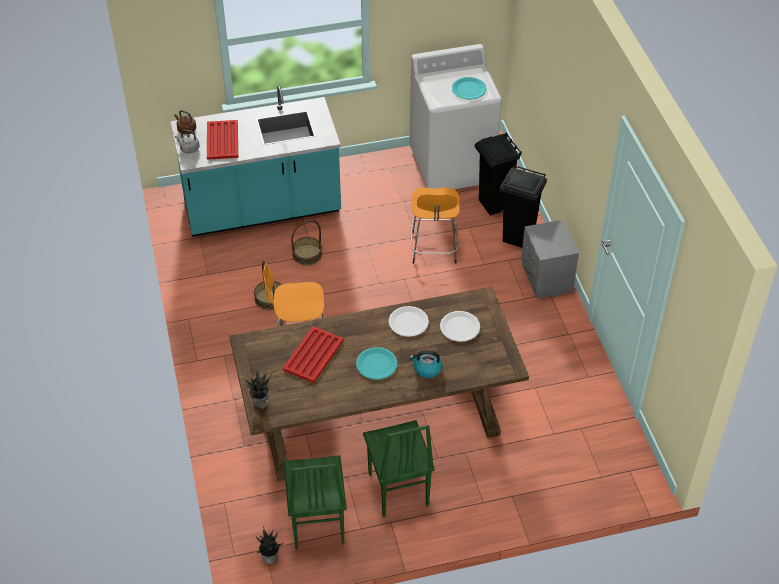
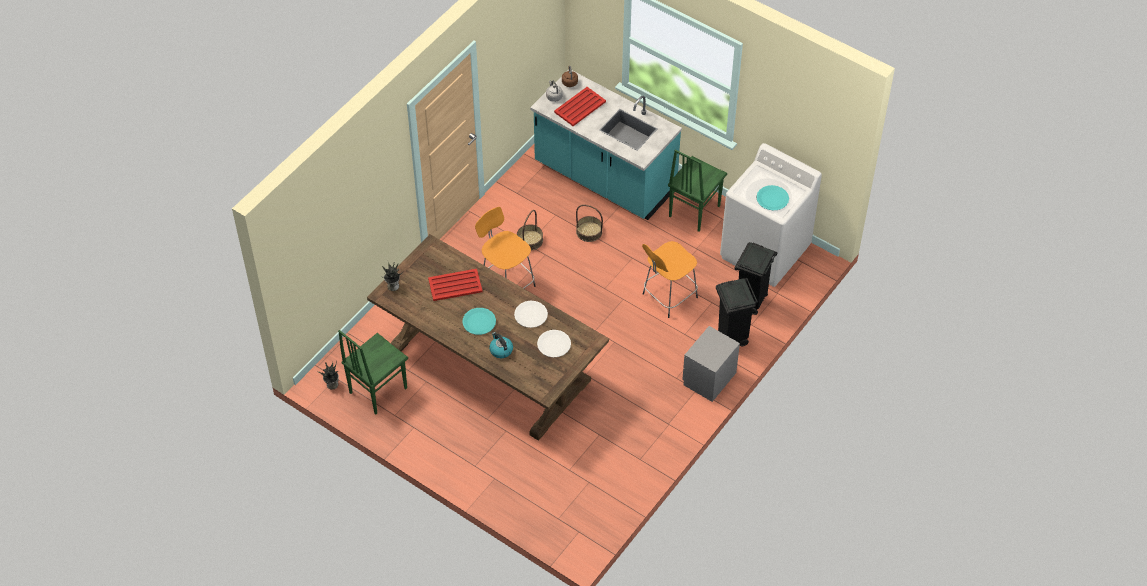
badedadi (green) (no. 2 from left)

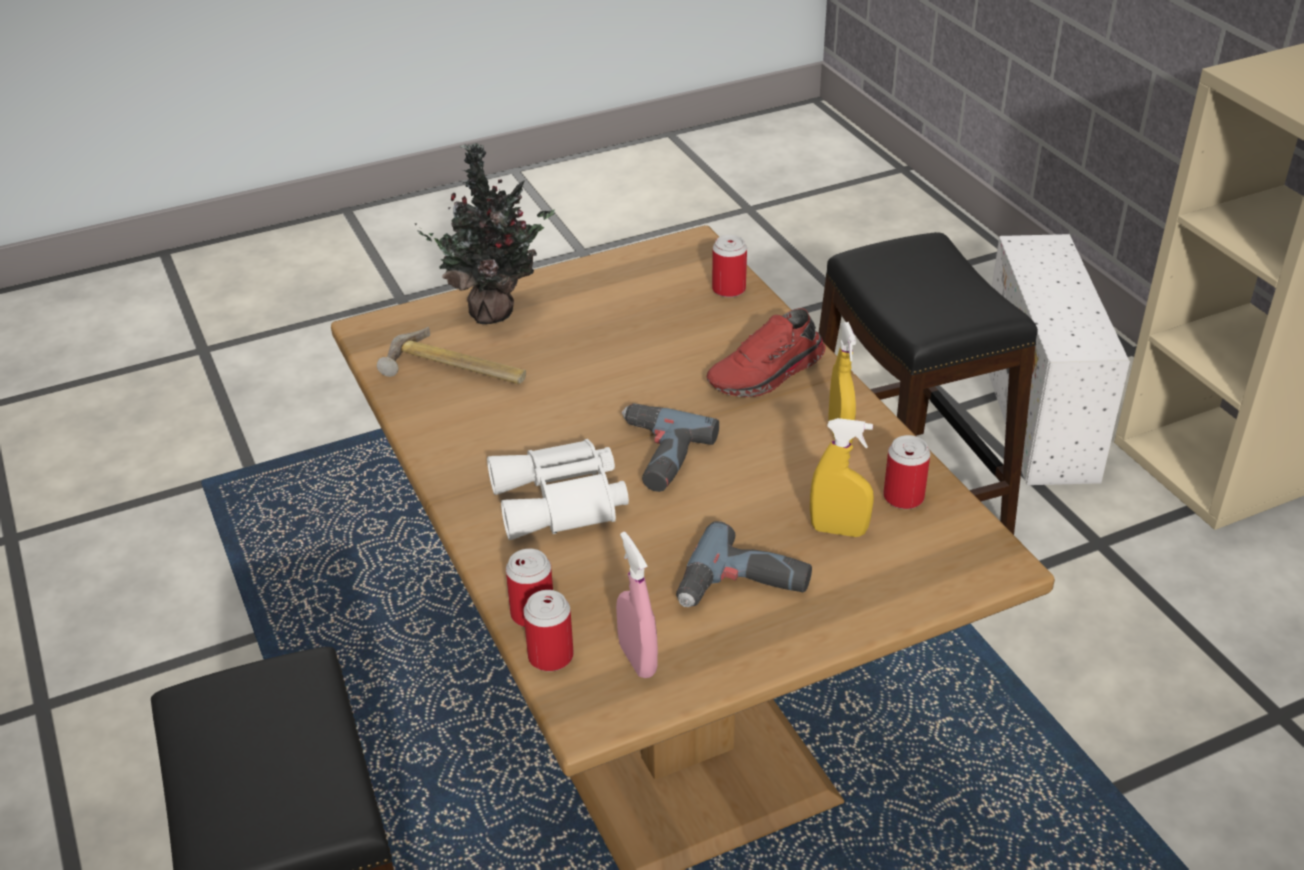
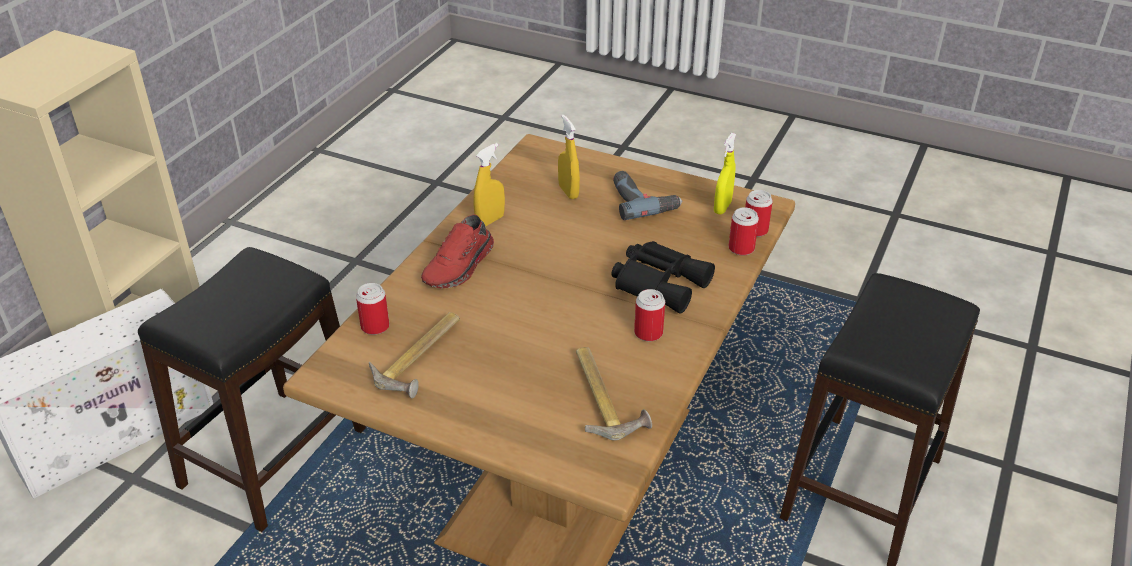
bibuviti
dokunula (no. 1 from left in the first image)
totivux (no. 1 from left)
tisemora (no. 2 from left)
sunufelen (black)
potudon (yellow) (no. 3 from left)
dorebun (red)

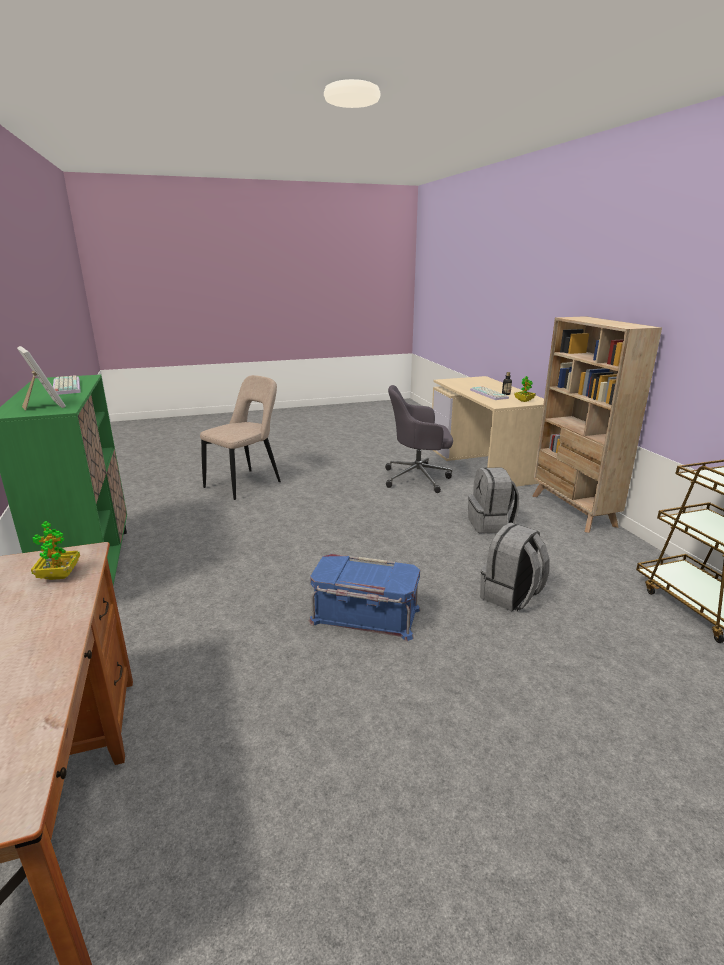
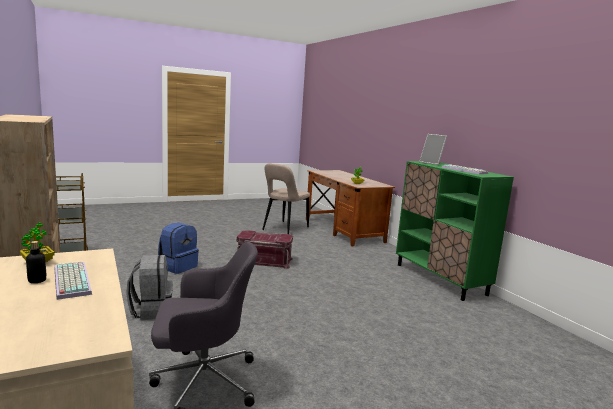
badedadi (beige)
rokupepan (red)
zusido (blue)

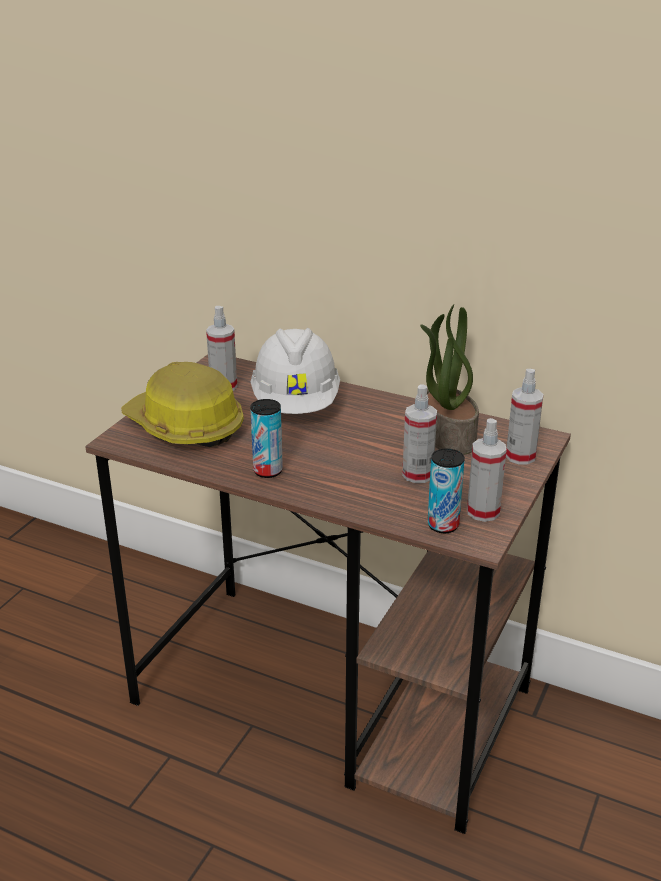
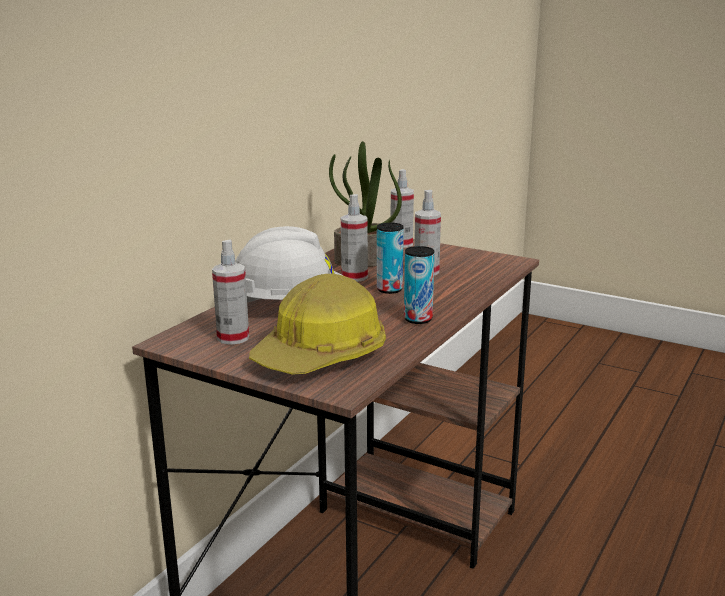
tisemora (no. 1 from left)
potudon (no. 2 from left)

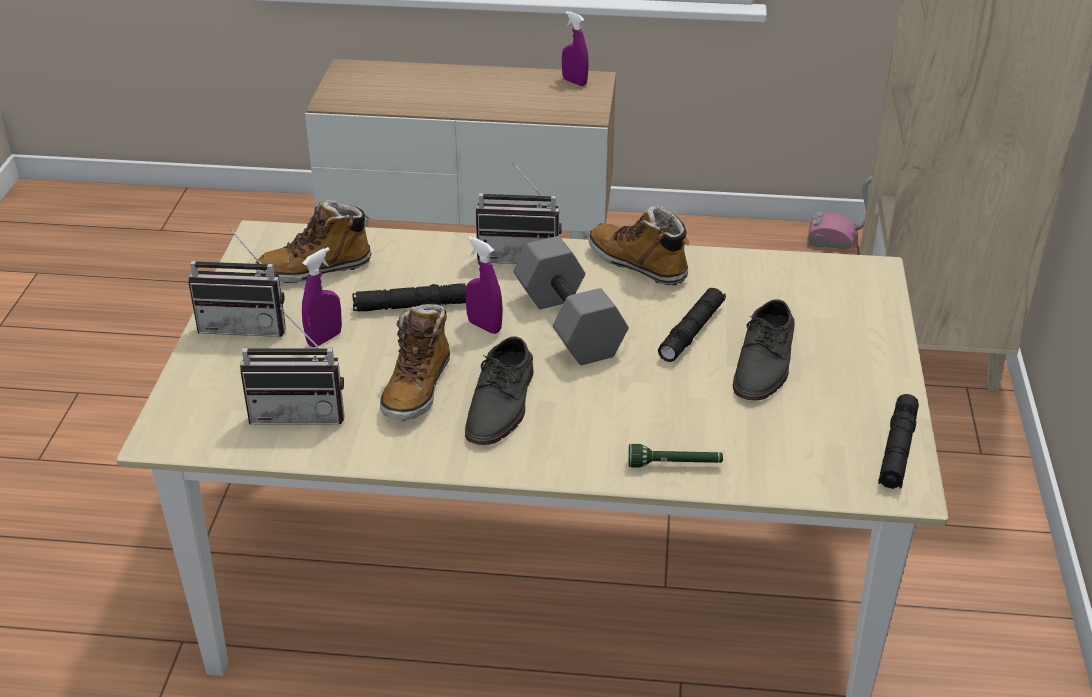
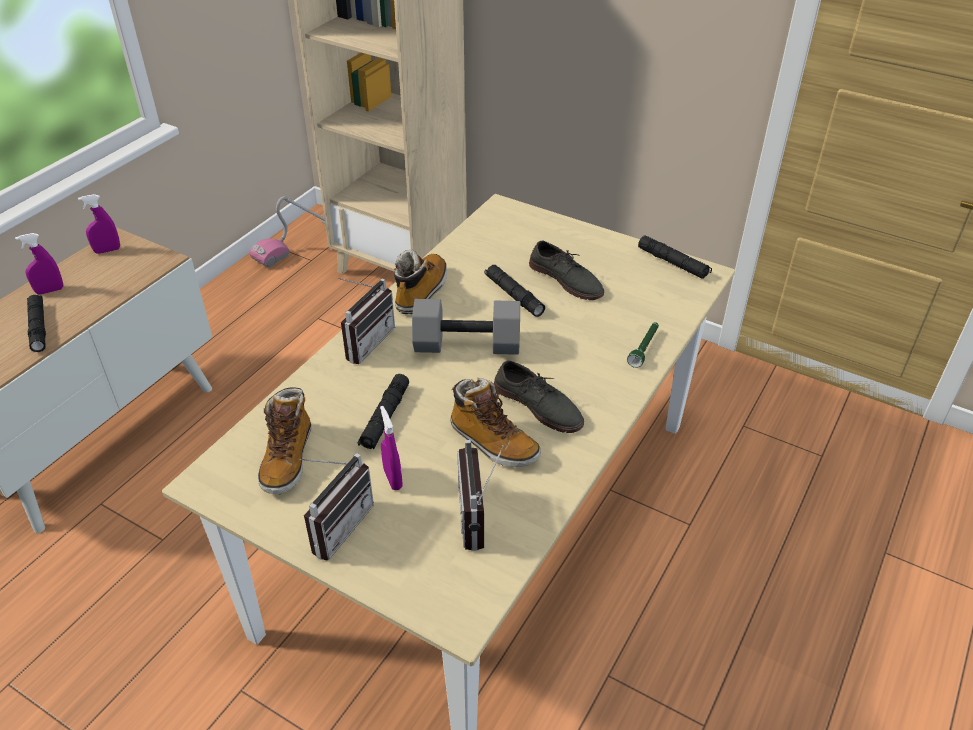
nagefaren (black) (no. 1 from left)
potudon (purple) (no. 1 from left)
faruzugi (no. 3 from left)
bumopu (no. 2 from left)

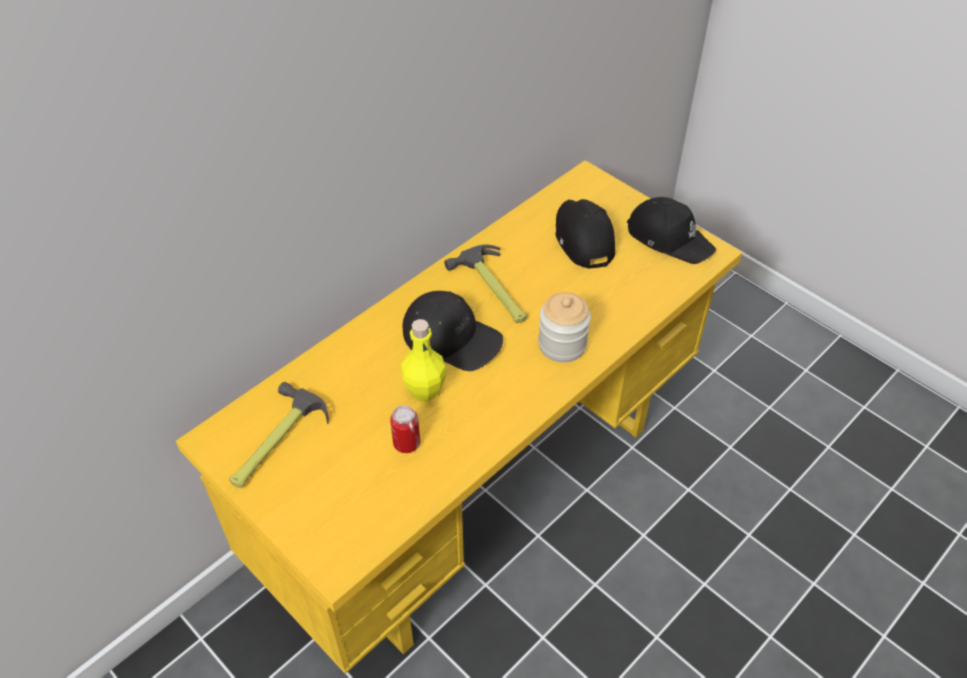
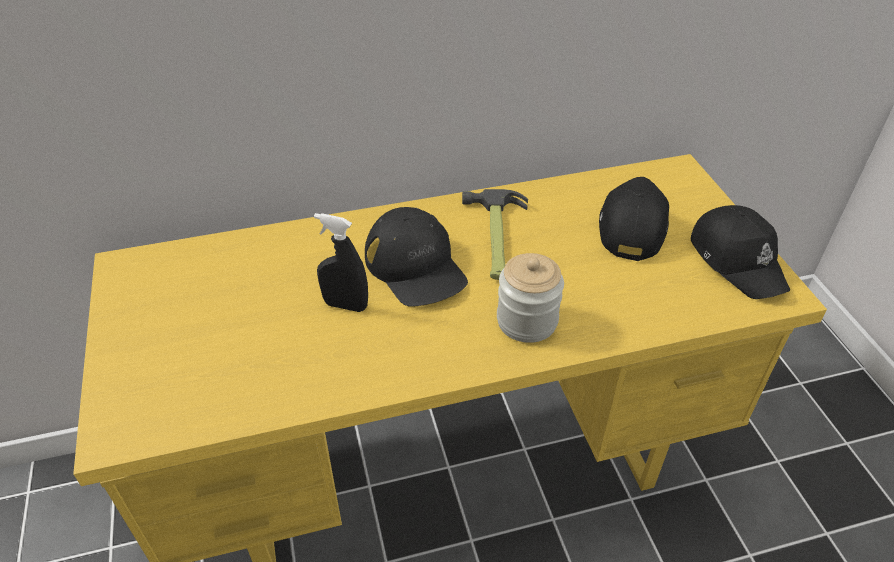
totivux (no. 1 from left in the first image)
tisemora
potudon (black)

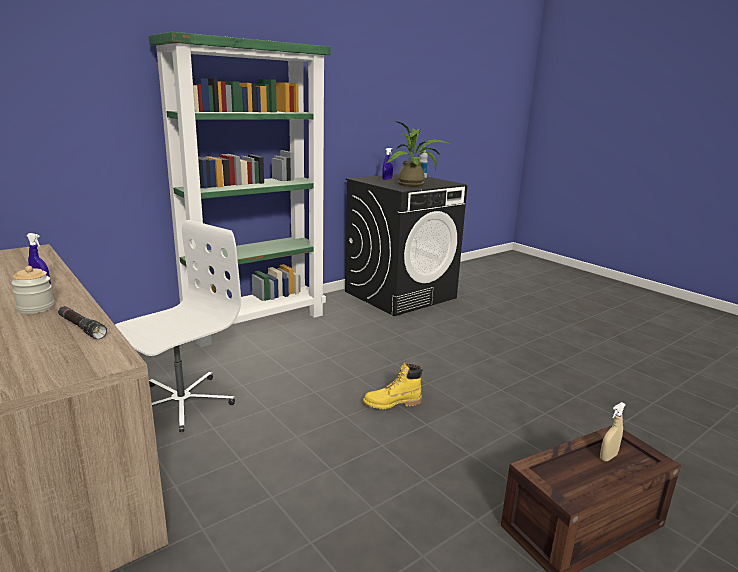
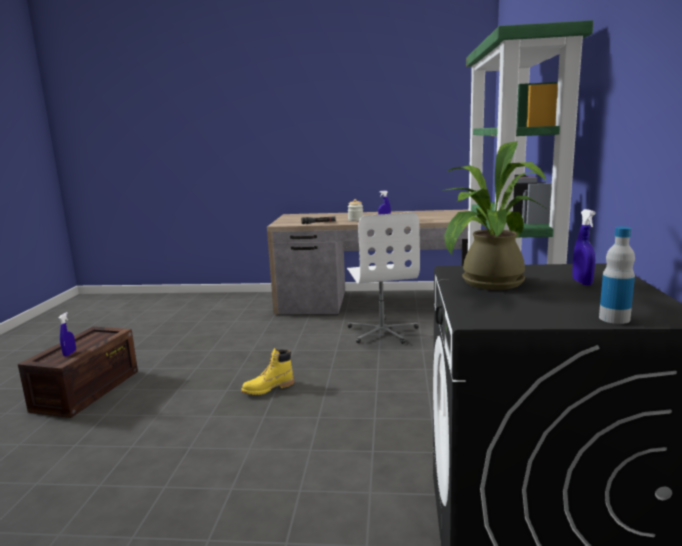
potudon (blue) (no. 1 from left)
bumopu (yellow)

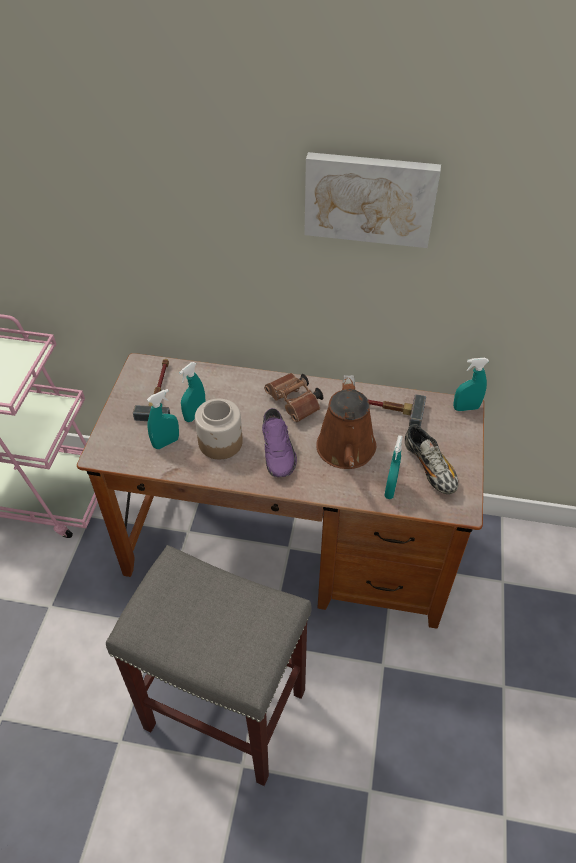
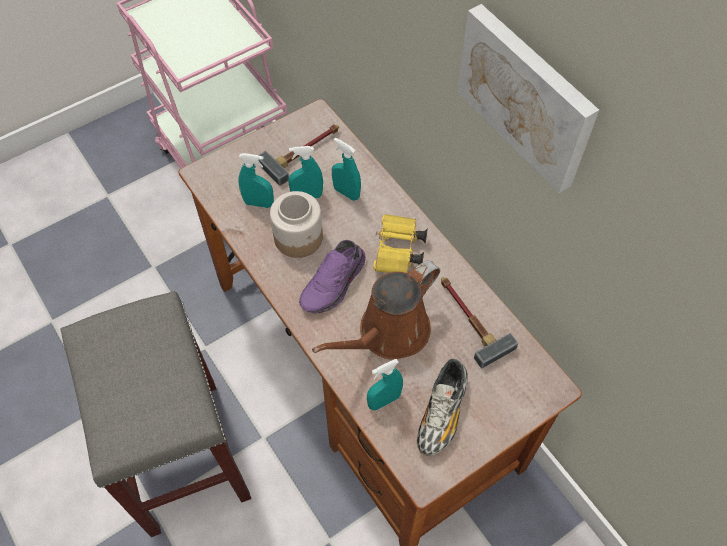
potudon (turquoise) (no. 3 from left)
sunufelen (yellow)

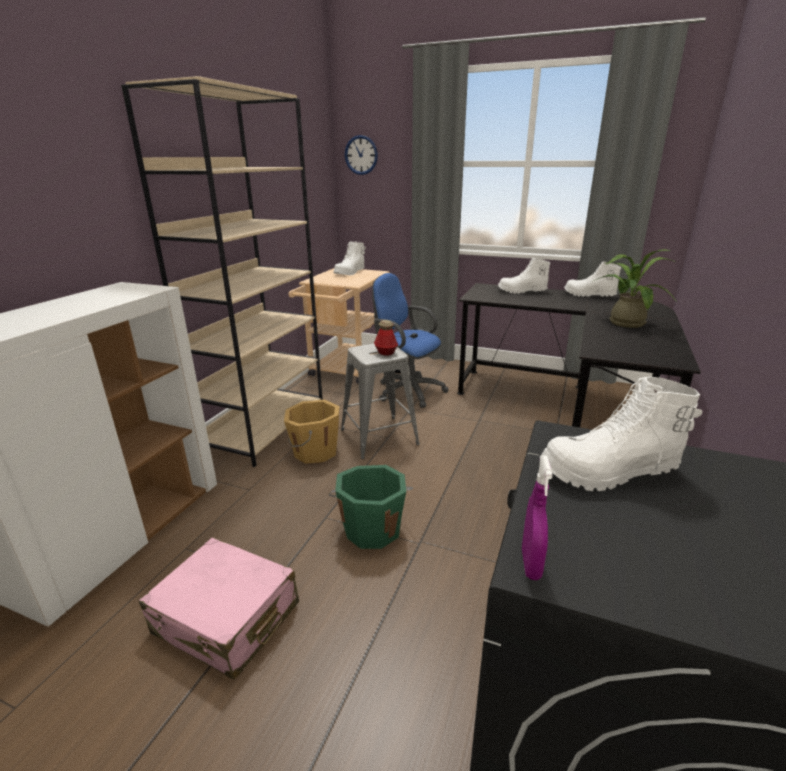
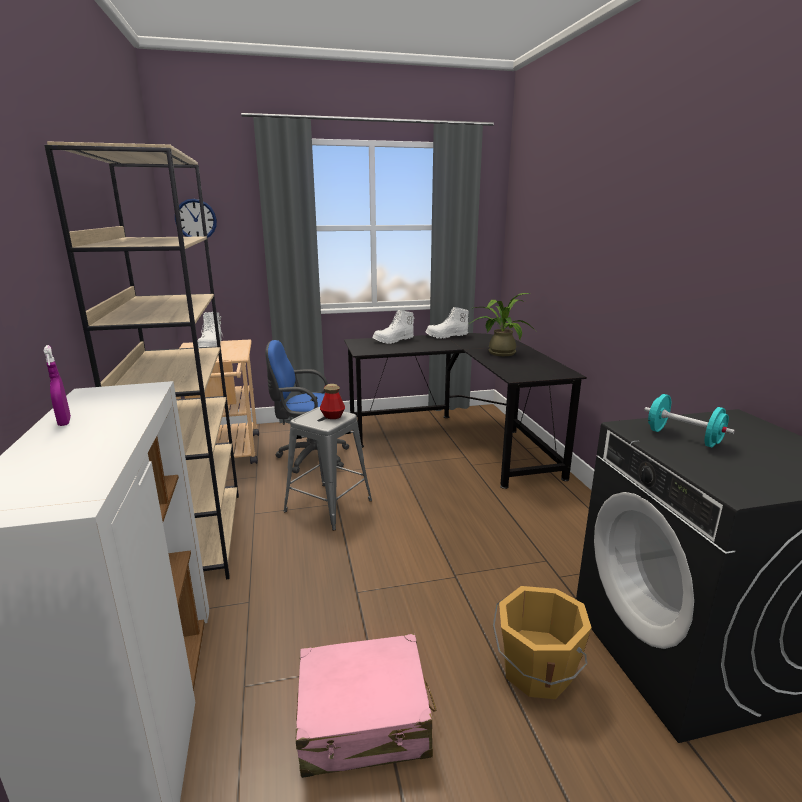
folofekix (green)
folofekix (orange)
potudon (purple)
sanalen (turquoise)

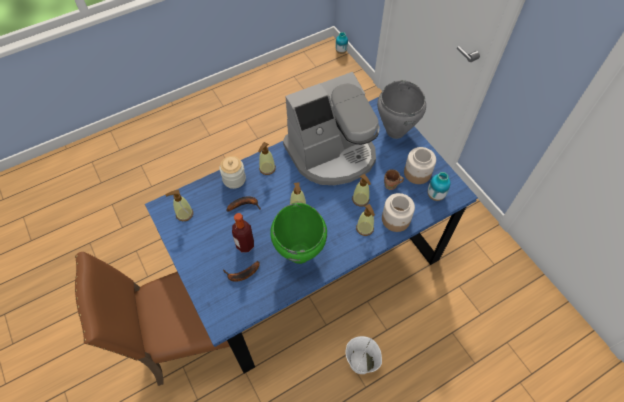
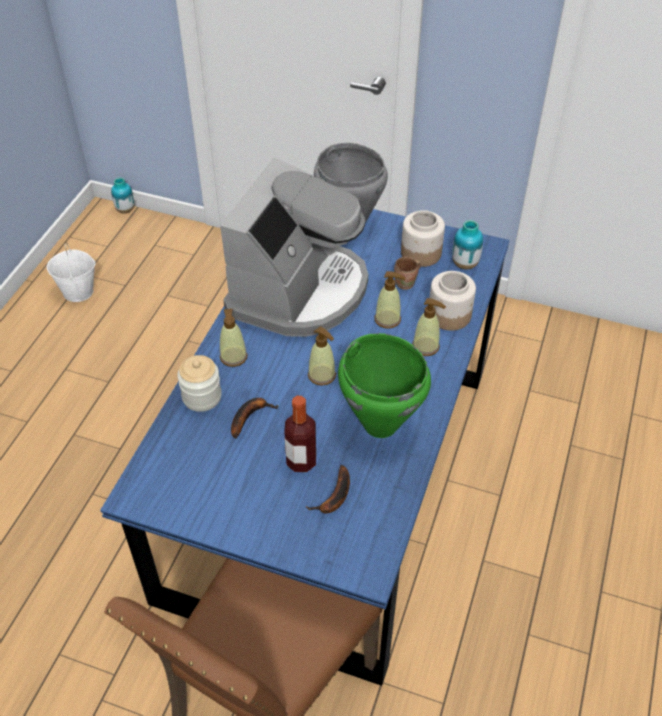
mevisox (no. 1 from left in the first image)
folofekix (white)

